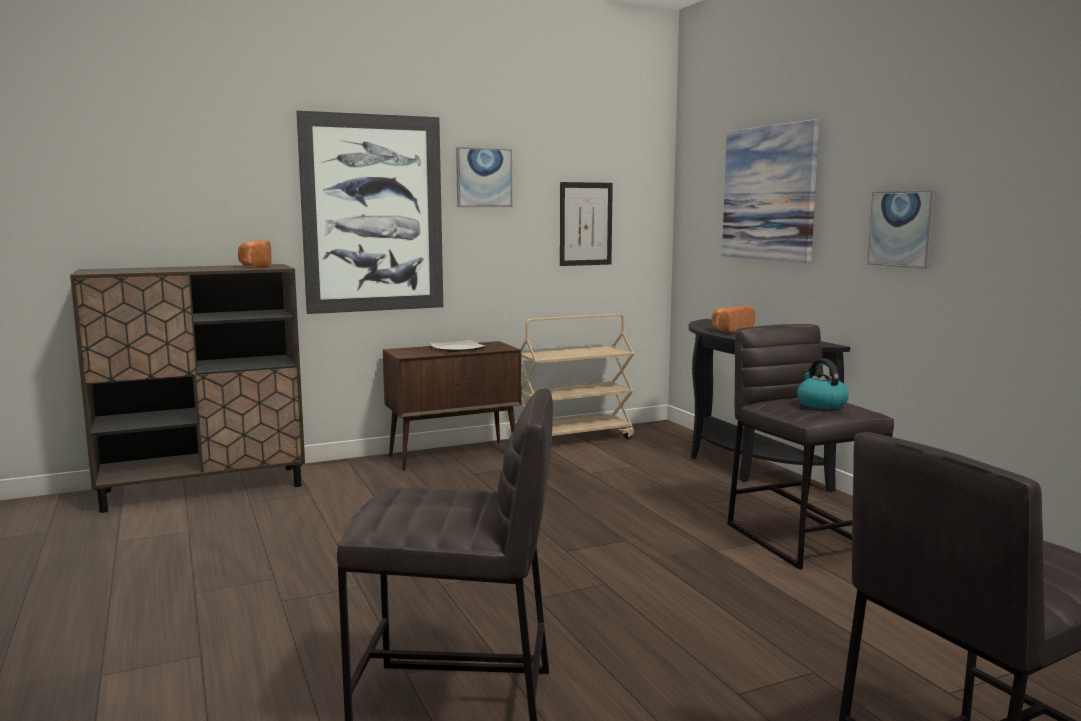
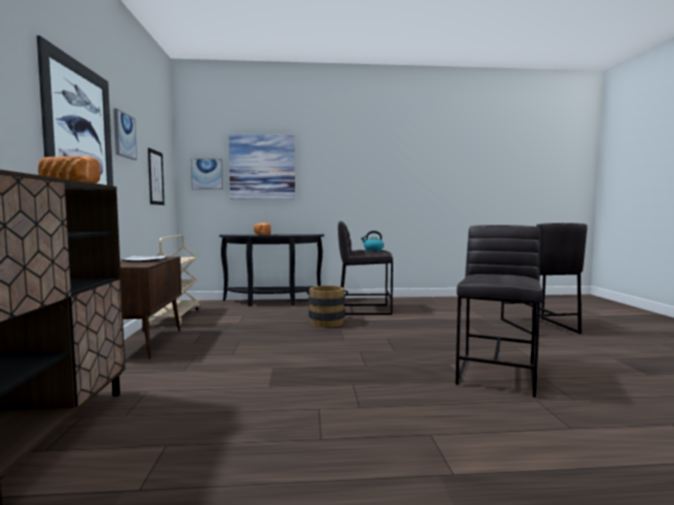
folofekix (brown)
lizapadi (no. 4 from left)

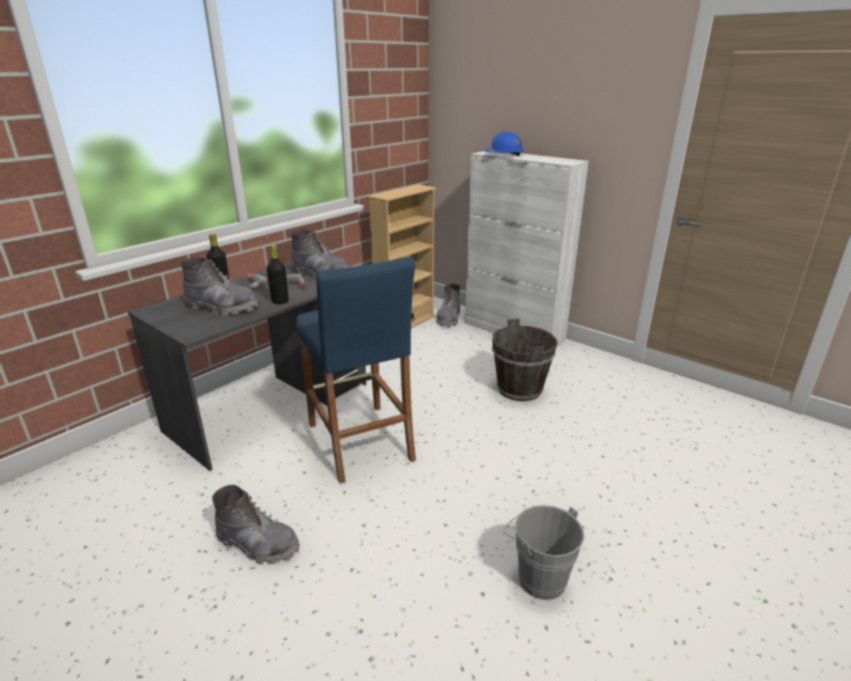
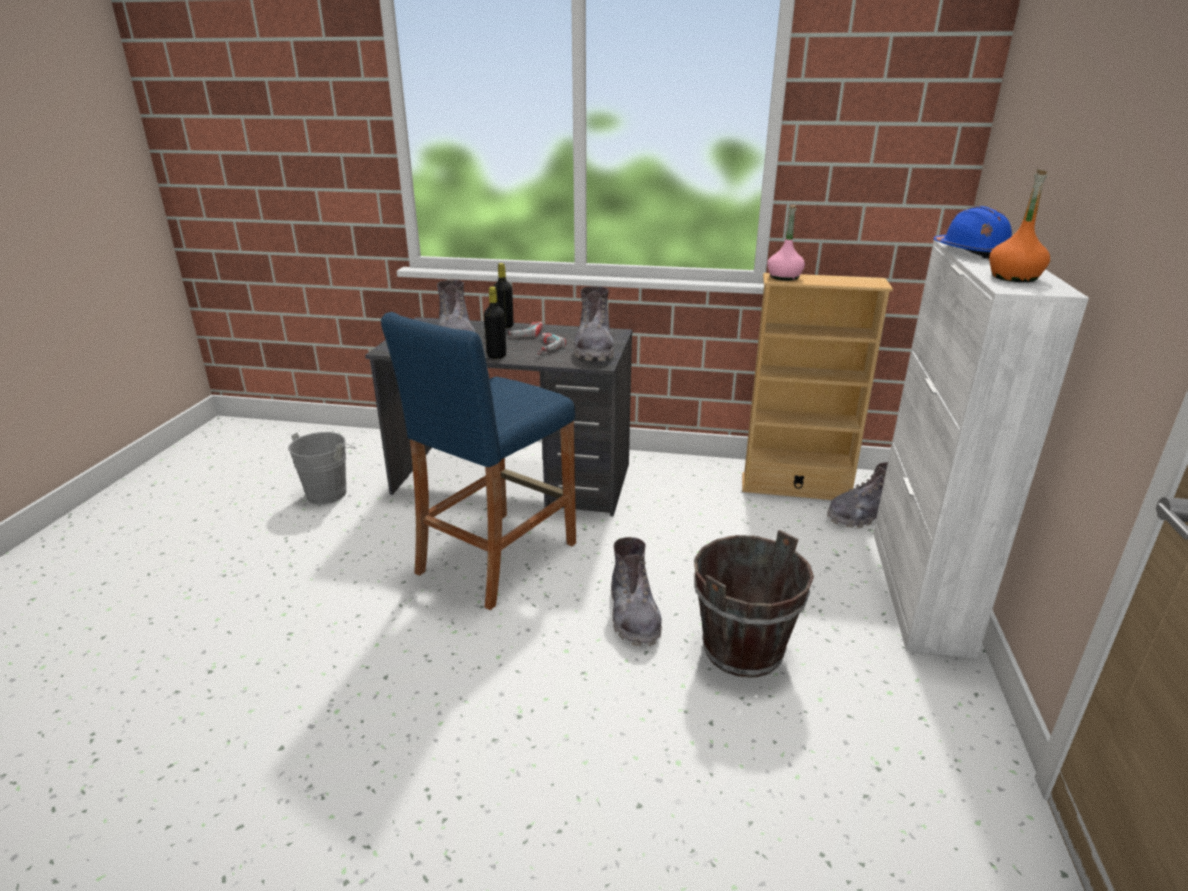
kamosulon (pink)
kamosulon (orange)
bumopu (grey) (no. 3 from left)
folofekix (grey)

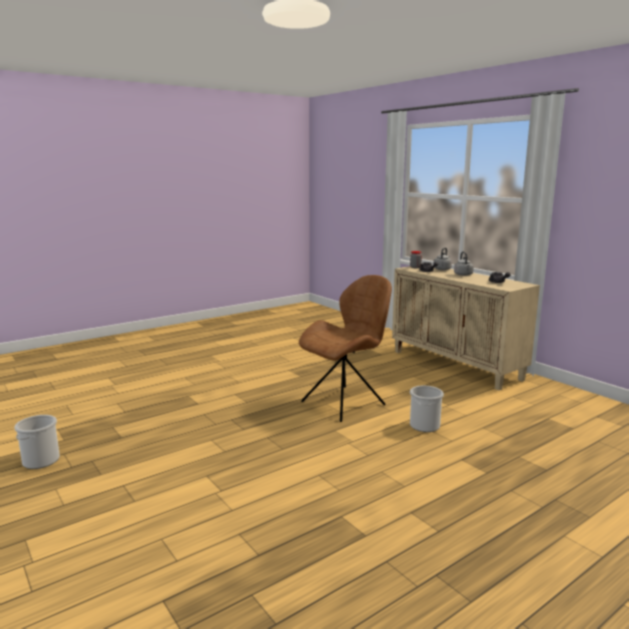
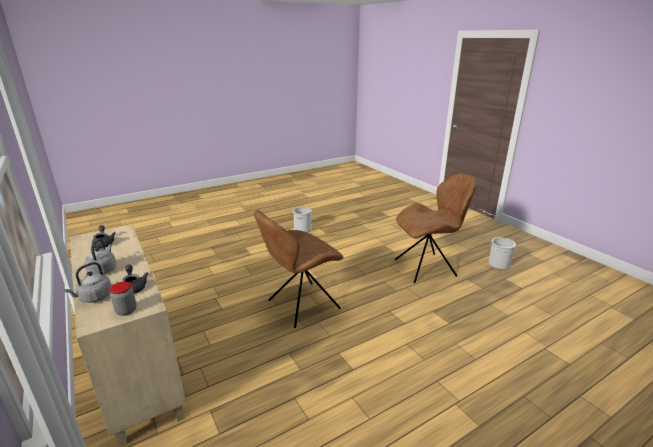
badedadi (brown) (no. 2 from left)
folofekix (no. 1 from left)

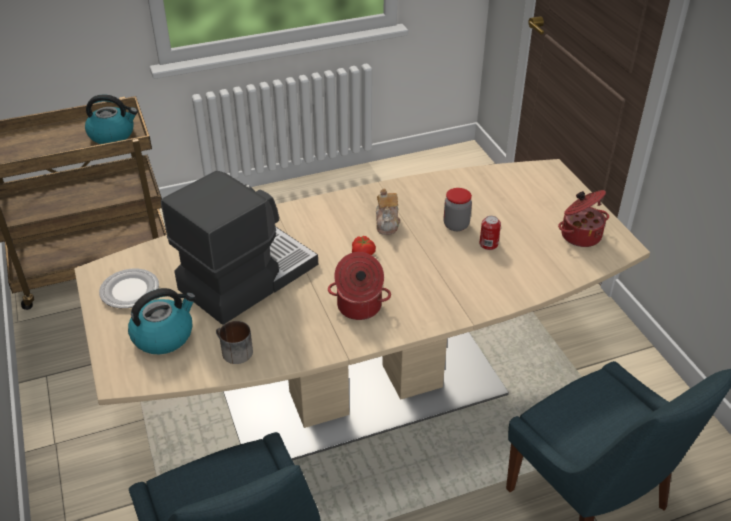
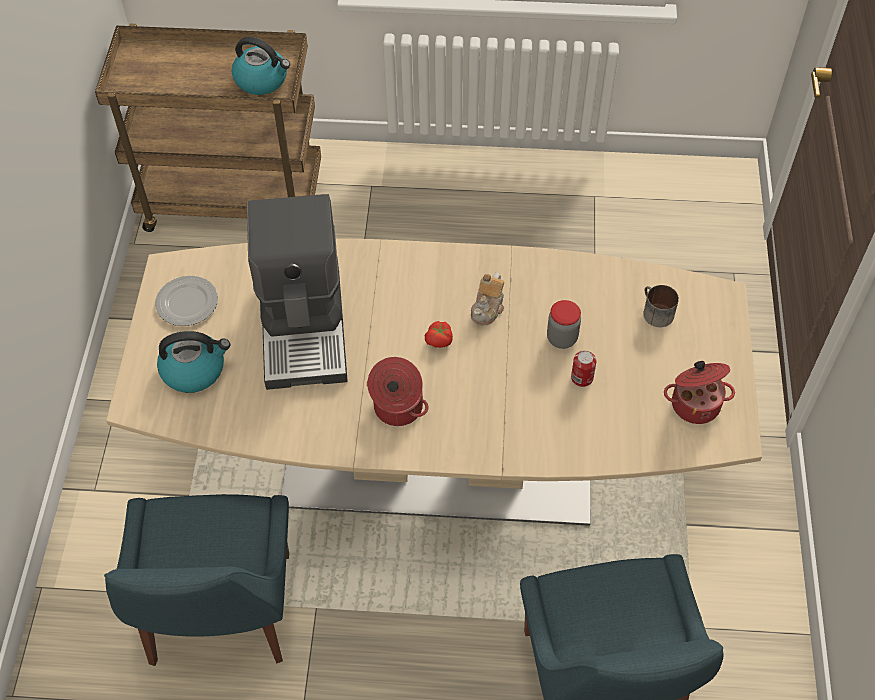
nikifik
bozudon

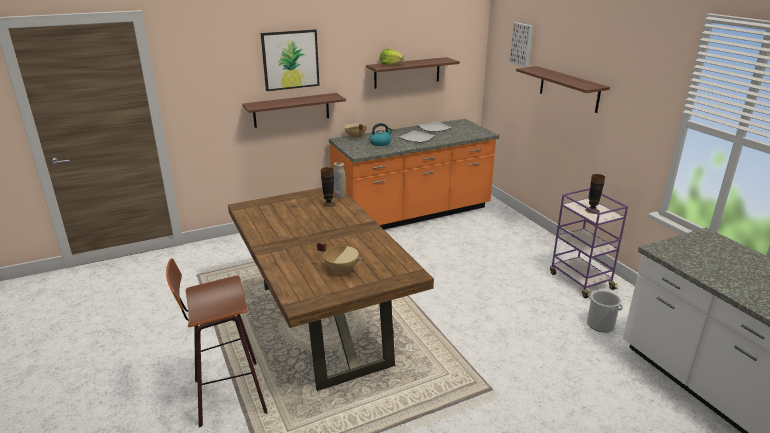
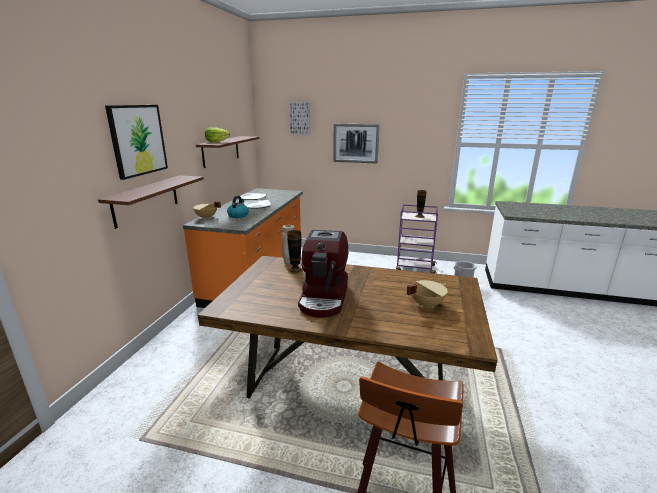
bozudon
lizapadi (no. 3 from left)

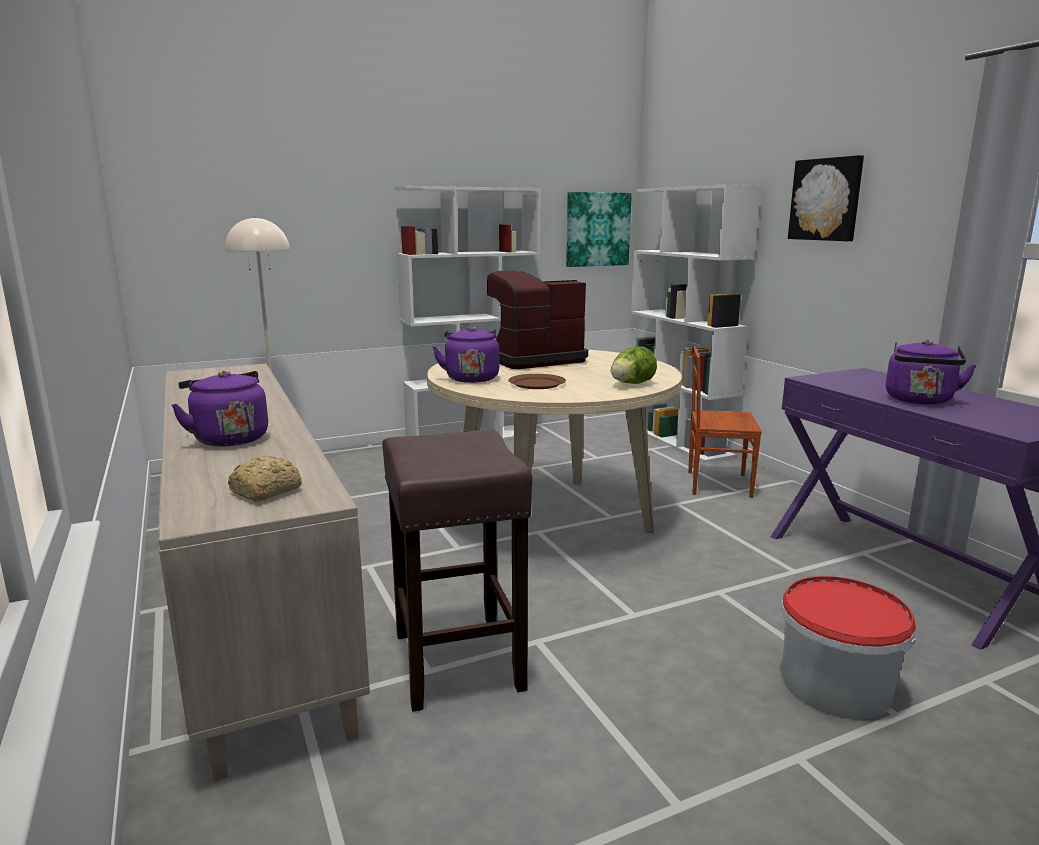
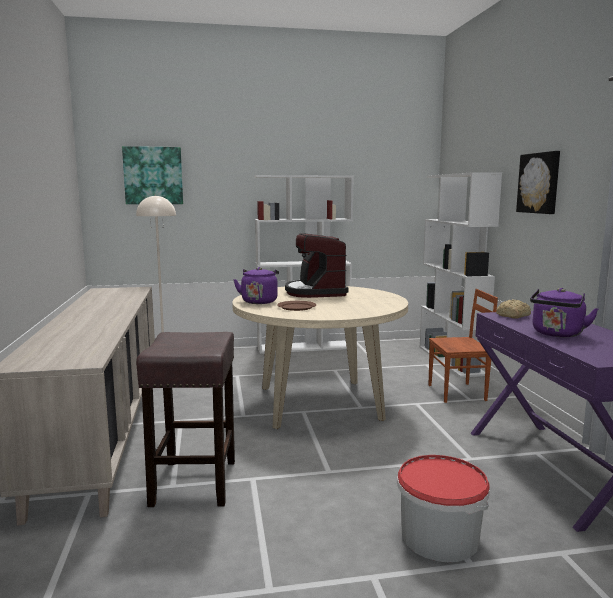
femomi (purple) (no. 1 from left in the first image)
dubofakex
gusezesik
lizapadi (no. 1 from left)
bozudon
badedadi (brown)

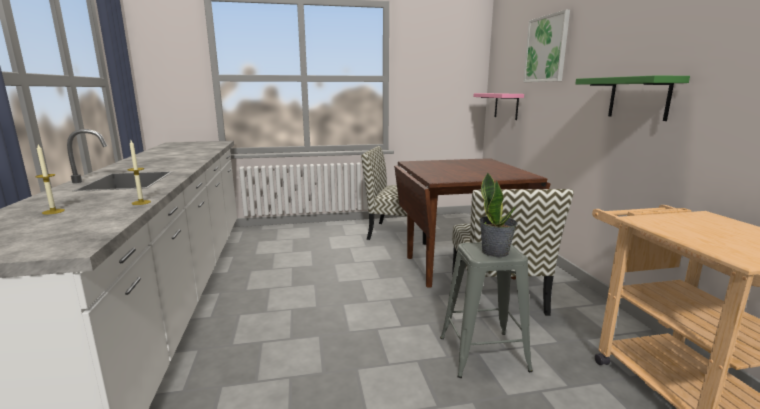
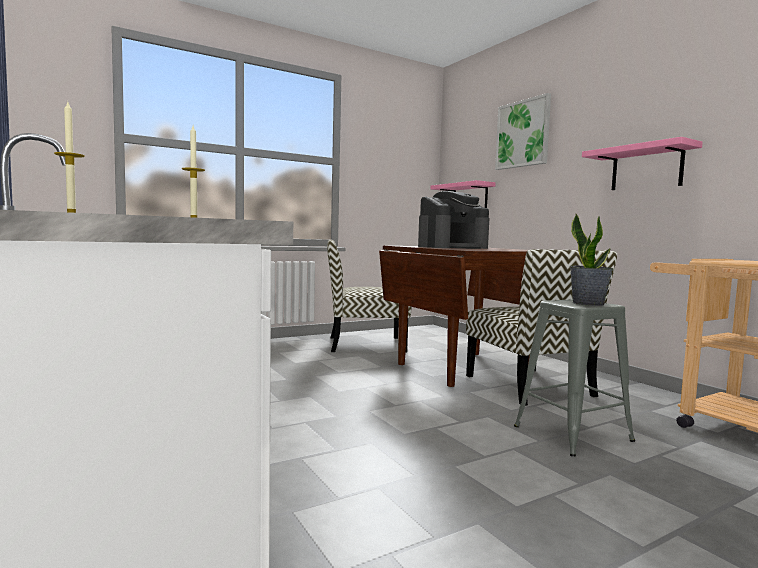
bozudon
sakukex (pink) (no. 2 from left)

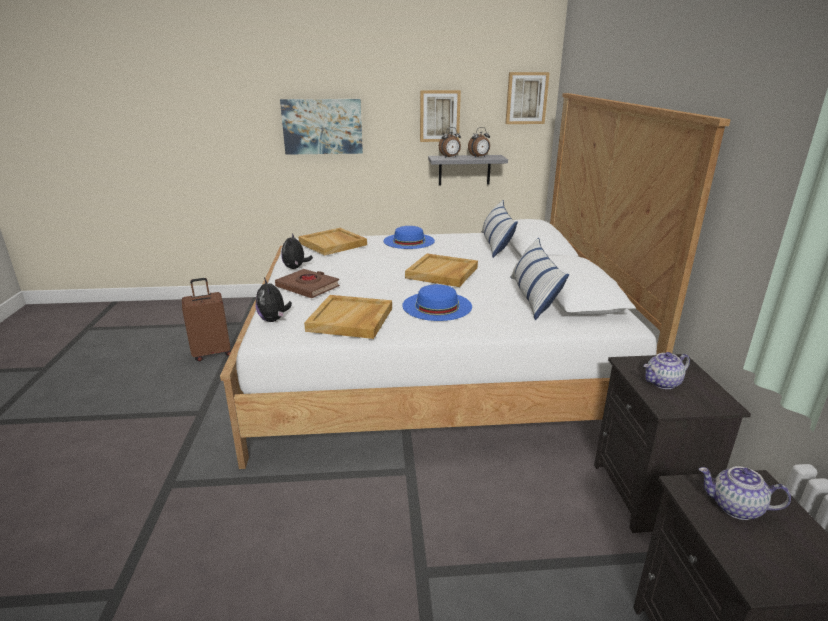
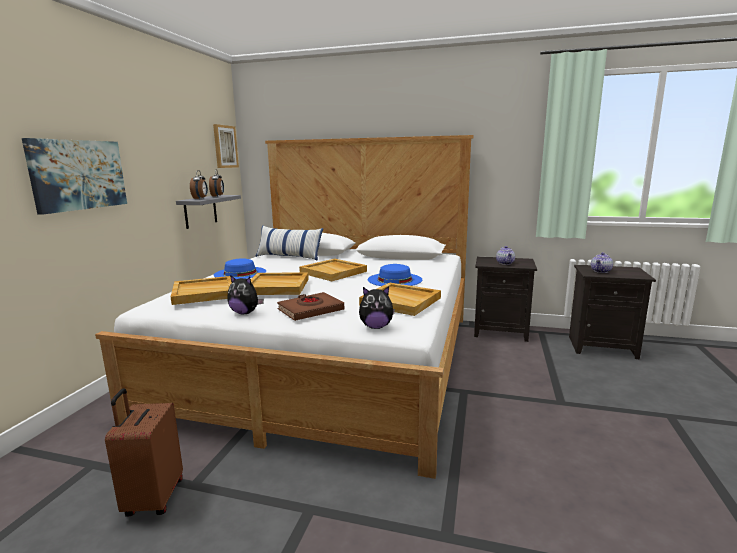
lizapadi (no. 2 from left in the first image)
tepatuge (no. 2 from left in the first image)
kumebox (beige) (no. 2 from left)

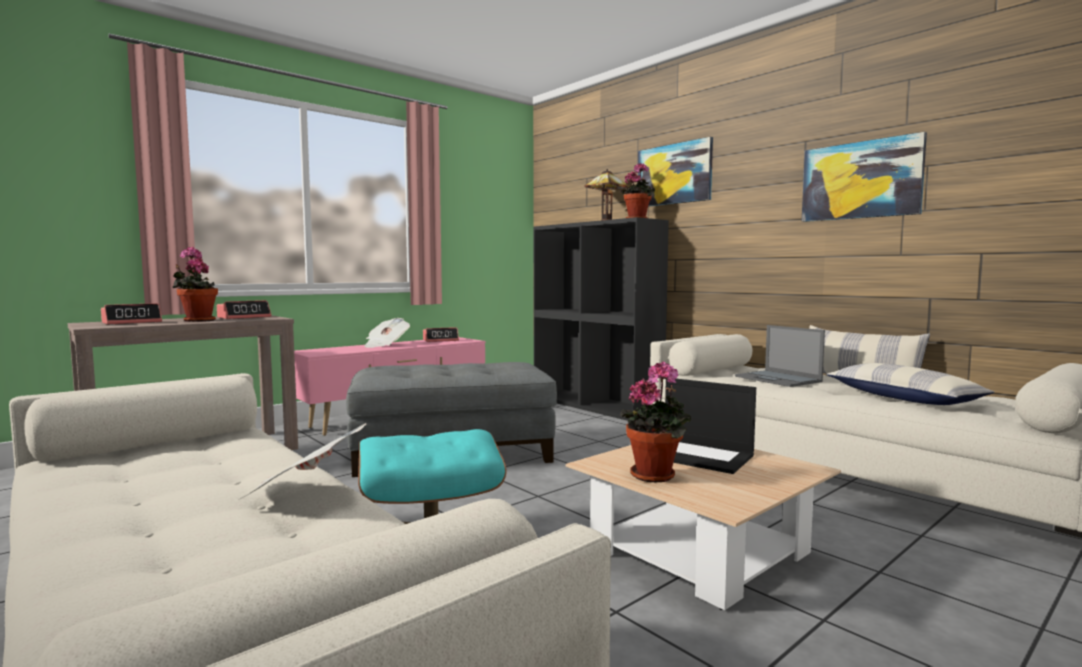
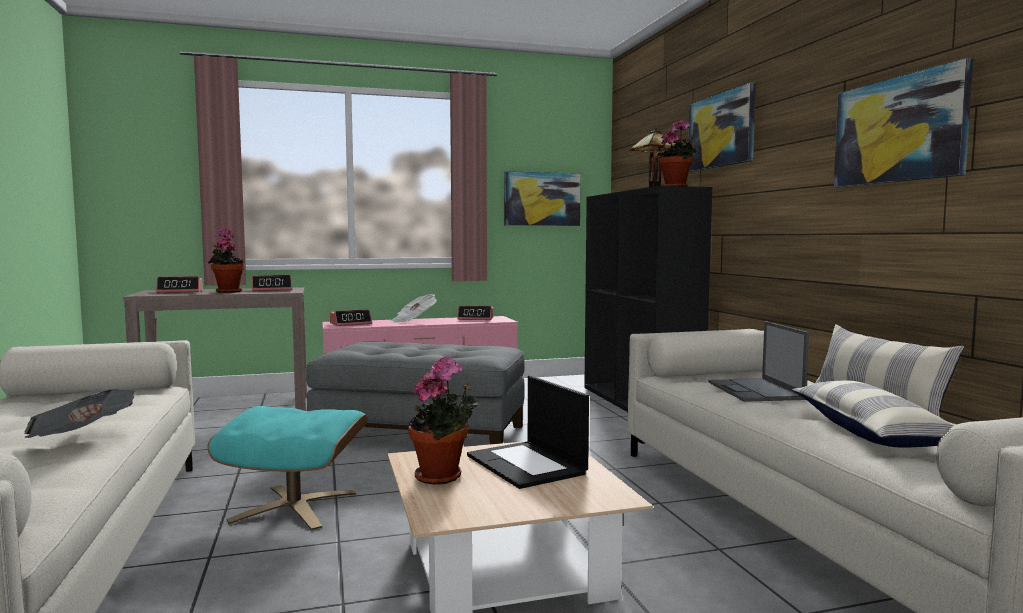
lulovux (no. 3 from left)
lizapadi (no. 1 from left)

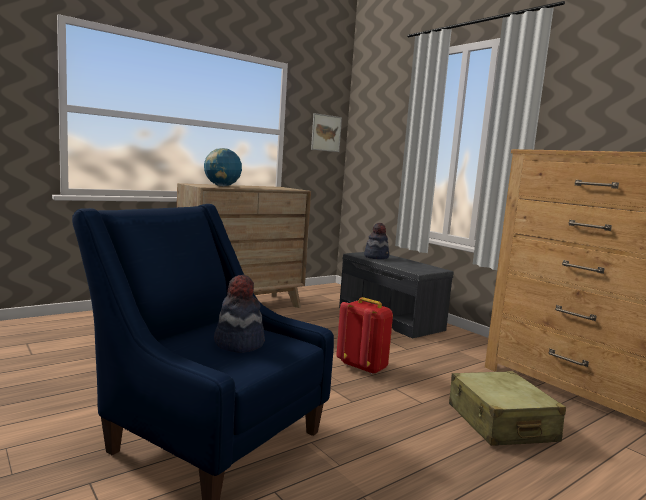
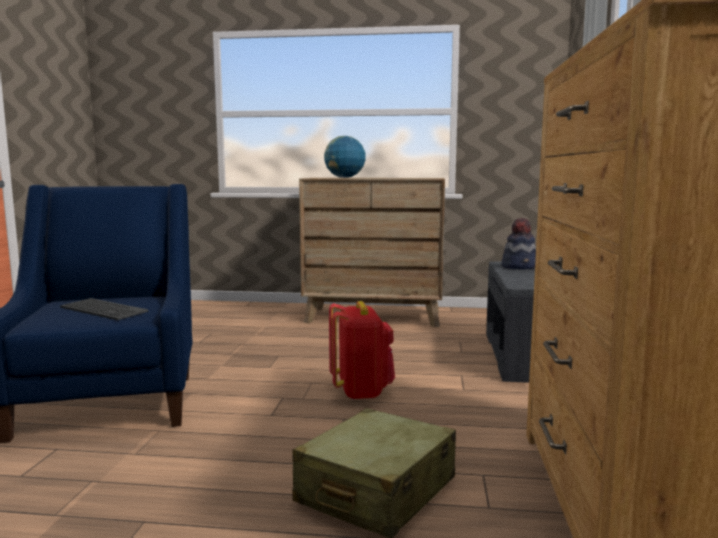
lizapadi
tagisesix

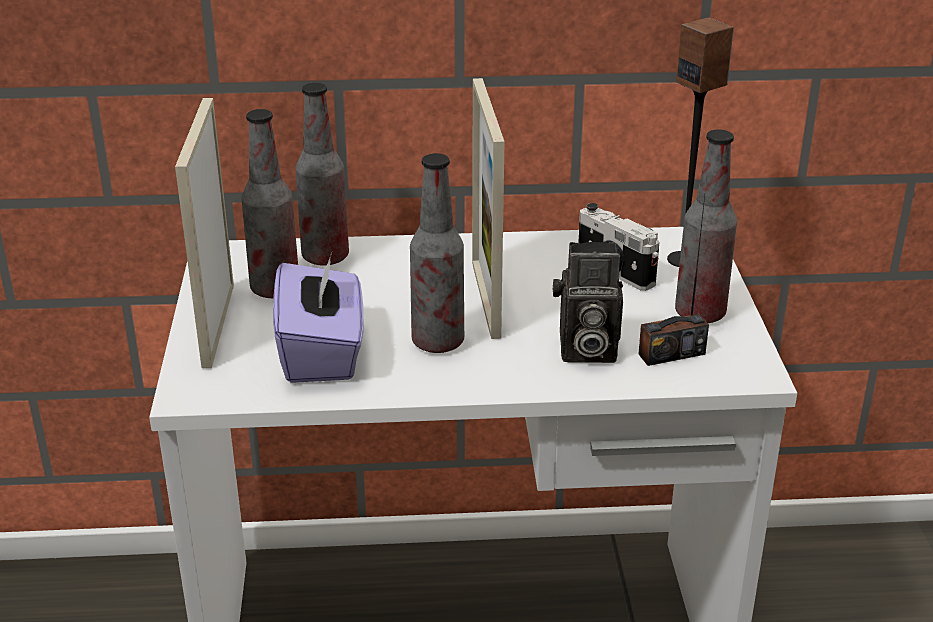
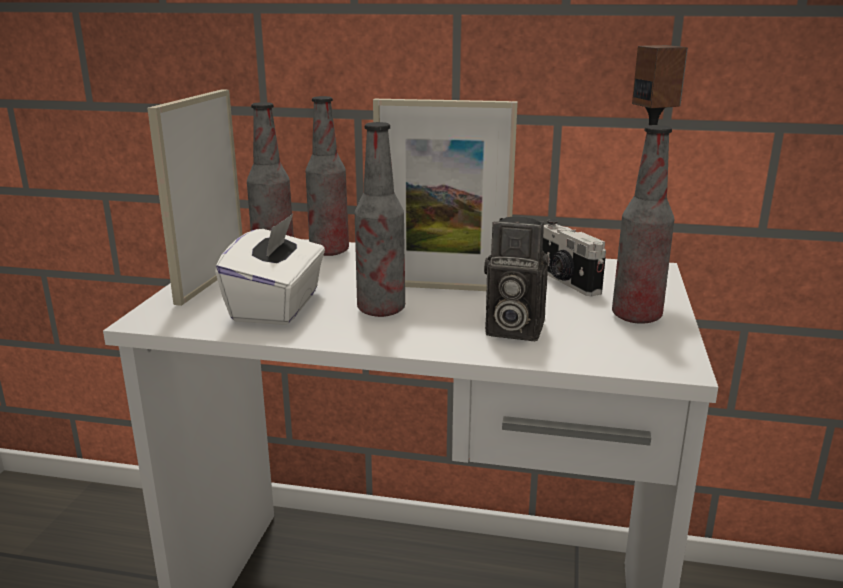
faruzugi
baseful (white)
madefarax (no. 2 from left)

